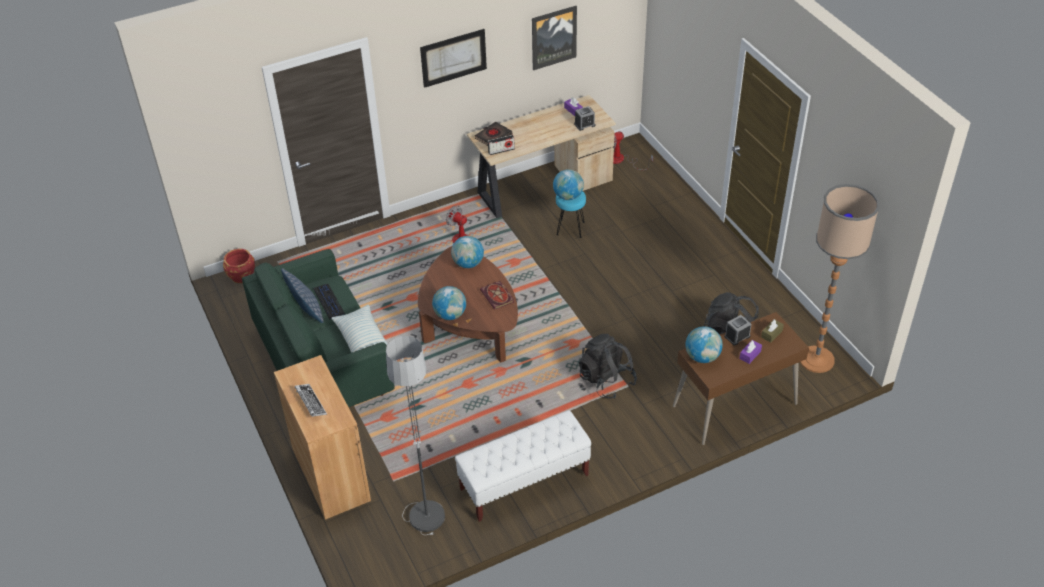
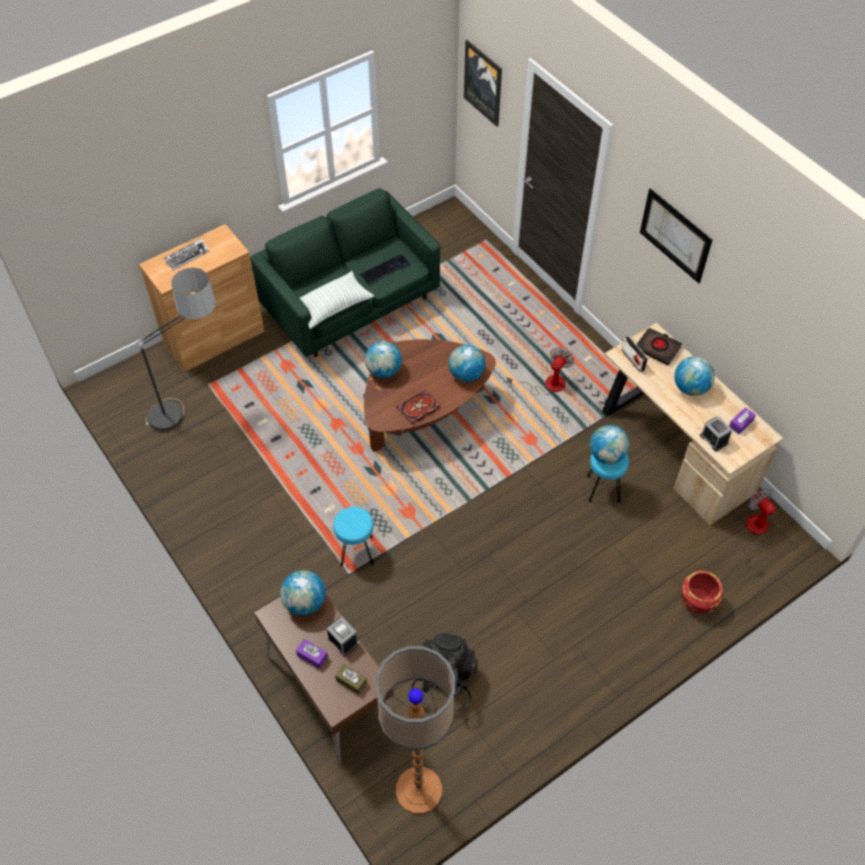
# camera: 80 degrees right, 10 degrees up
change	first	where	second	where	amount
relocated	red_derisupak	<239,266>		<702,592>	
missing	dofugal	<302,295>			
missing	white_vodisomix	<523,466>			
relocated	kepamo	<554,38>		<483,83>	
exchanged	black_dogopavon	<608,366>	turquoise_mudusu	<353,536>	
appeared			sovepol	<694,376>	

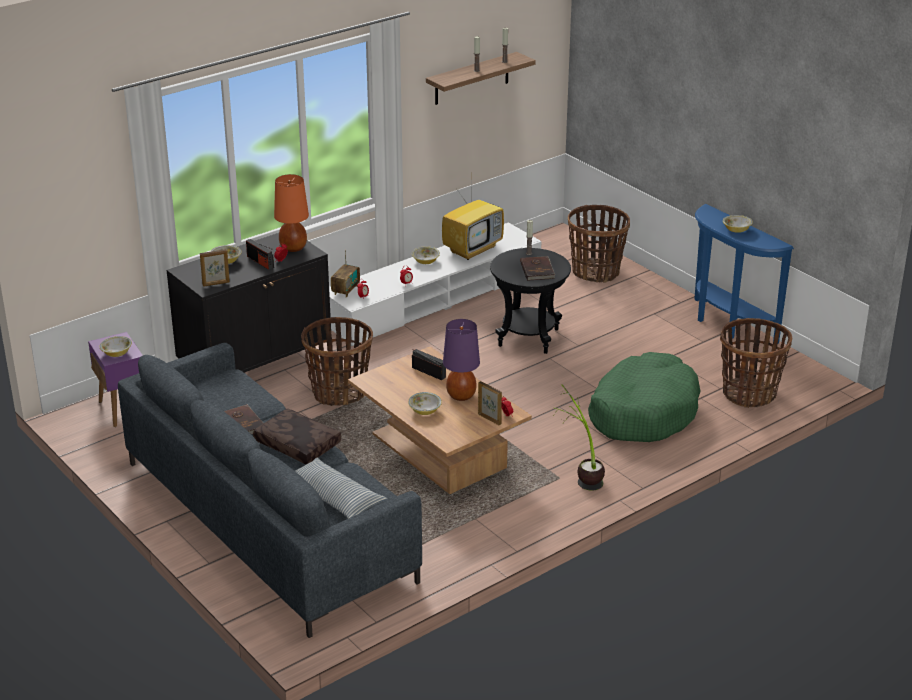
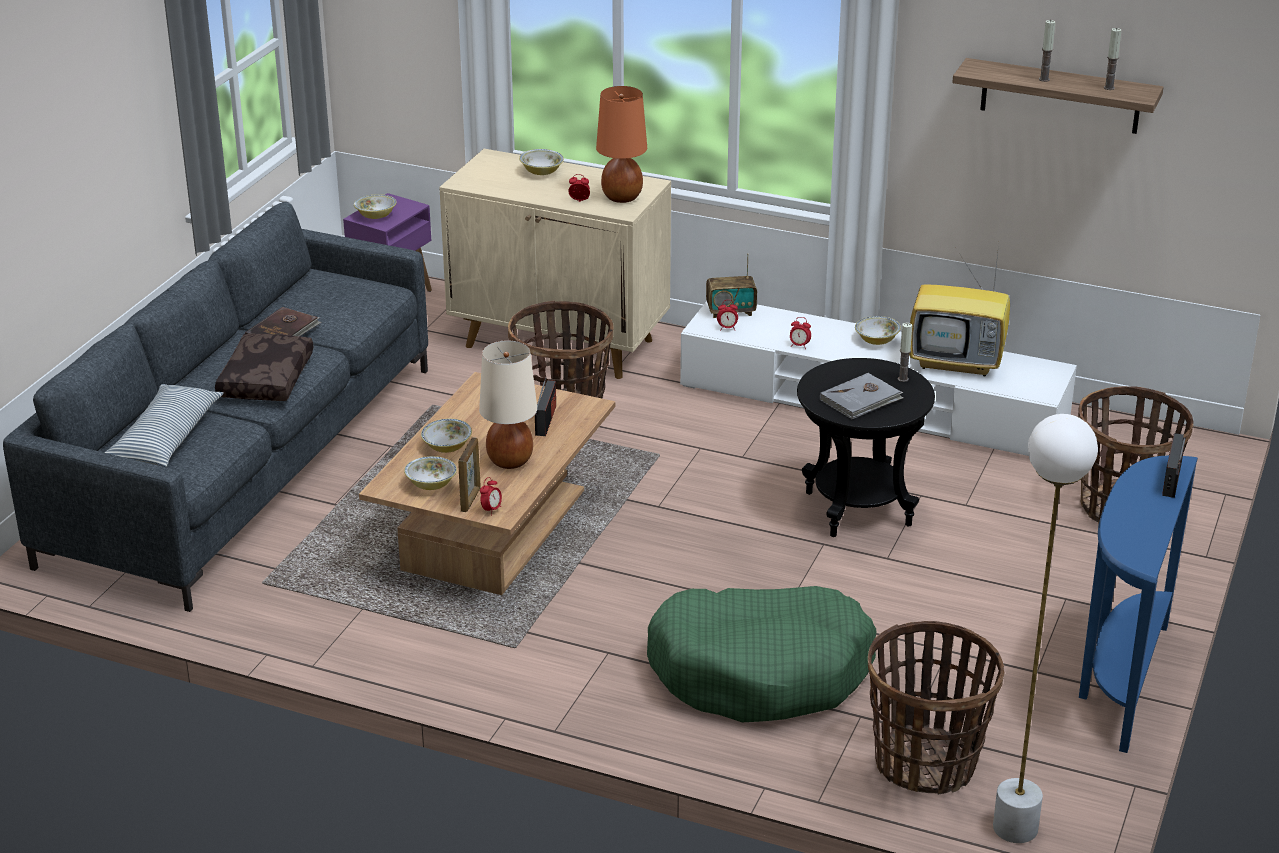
# camera: 60 degrees right, 0 degrees up
change	first	where	second	where	amount
colour	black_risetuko	<249,303>	beige_risetuko	<555,264>	
missing	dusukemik	<215,268>			
relocated	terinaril	<260,254>		<1174,465>	
colour	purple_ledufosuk	<461,360>	beige_ledufosuk	<508,405>	
colour	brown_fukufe	<537,268>	grey_fukufe	<862,396>	
missing	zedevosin	<579,437>			
relocated	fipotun	<738,224>		<430,473>	
appeared			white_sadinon	<1045,628>	

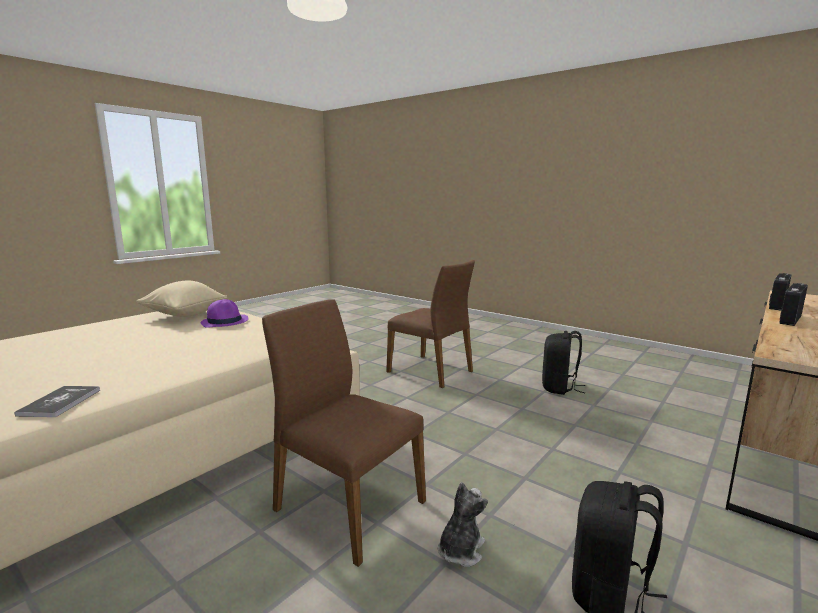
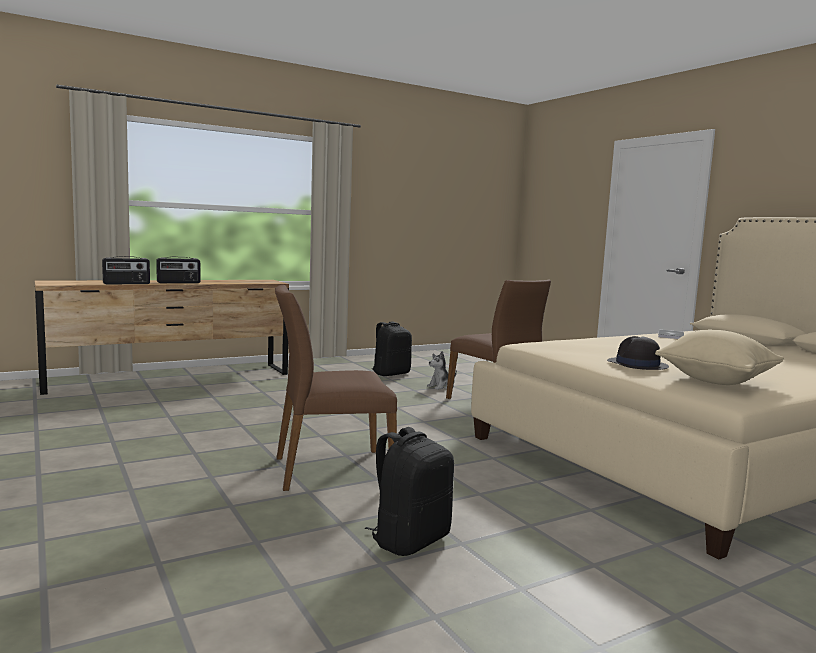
# camera: 160 degrees left, 5 degrees down
change	first	where	second	where	amount
colour	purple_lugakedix	<224,313>	black_lugakedix	<638,353>	
spun	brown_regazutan	<430,324>		<336,388>	75 degrees counterclockwise
relocated	black_dogopavon	<563,363>		<409,491>	

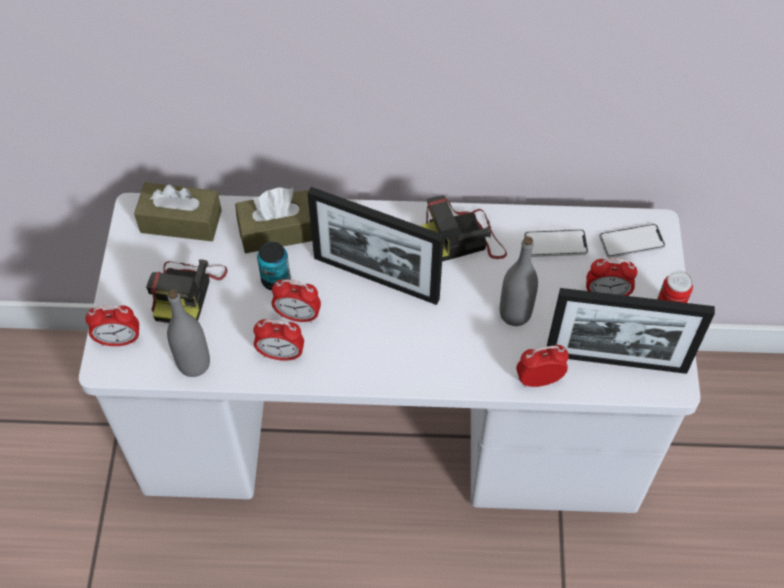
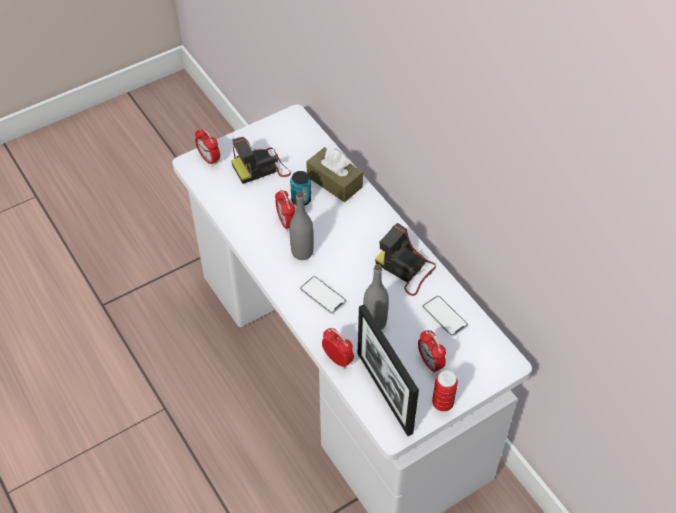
# camera: 55 degrees right, 5 degrees down
change	first	where	second	where	amount
missing	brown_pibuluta	<178,211>			
relocated	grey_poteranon	<188,333>		<301,225>	
missing	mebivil	<278,340>			
missing	dusukemik	<375,246>			
relocated	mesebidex	<632,241>		<323,295>	

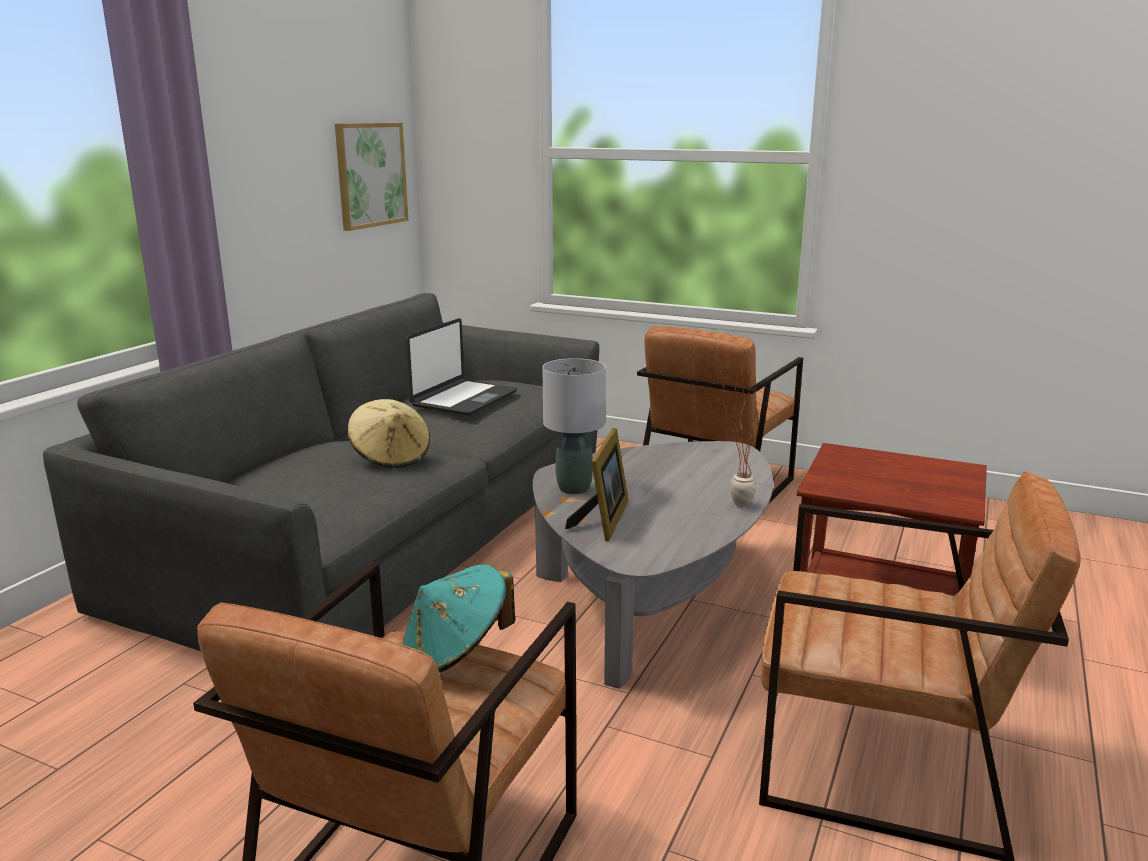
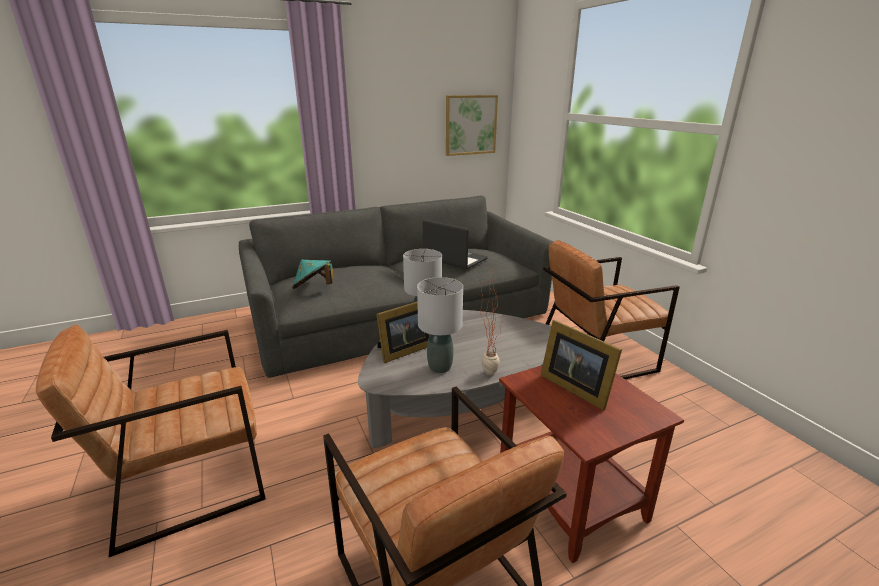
# camera: 40 degrees right, 5 degrees up
change	first	where	second	where	amount
missing	beige_lugakedix	<389,433>			
relocated	turquoise_lugakedix	<458,618>		<312,274>	
spun	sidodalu	<461,367>		<455,244>	120 degrees counterclockwise
appeared			grey_ledufosuk	<440,325>	
appeared			dusukemik	<581,365>	

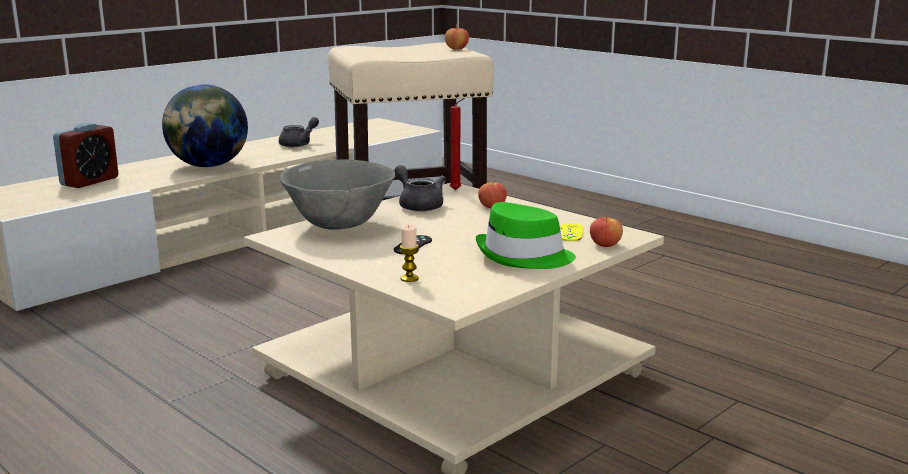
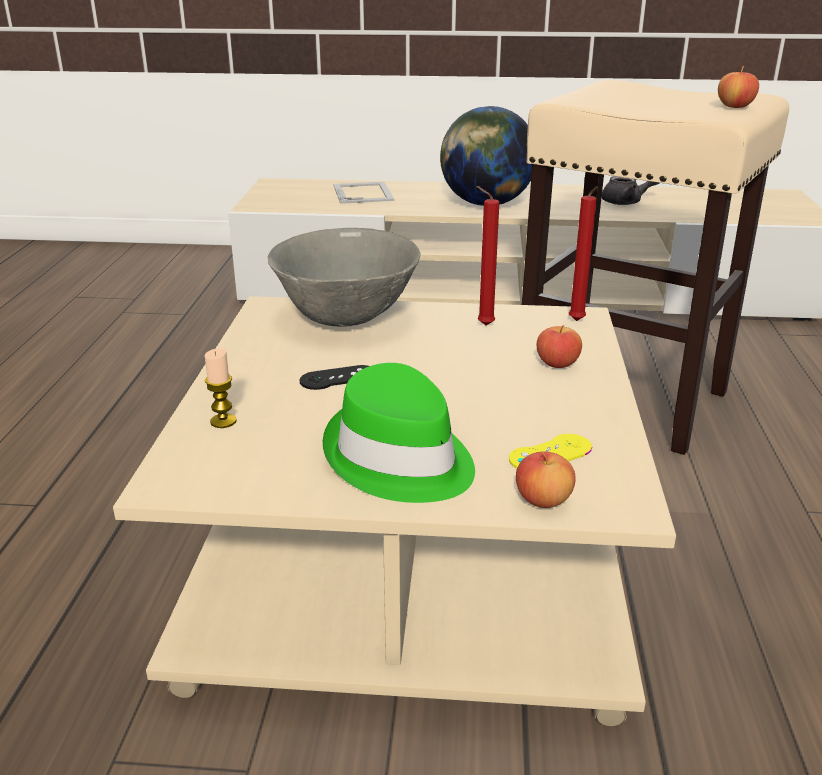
# camera: 50 degrees right, 10 degrees up
change	first	where	second	where	amount
exchanged	mebivil	<85,155>	dusukemik	<363,193>	
exchanged	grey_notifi	<419,188>	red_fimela	<487,256>	

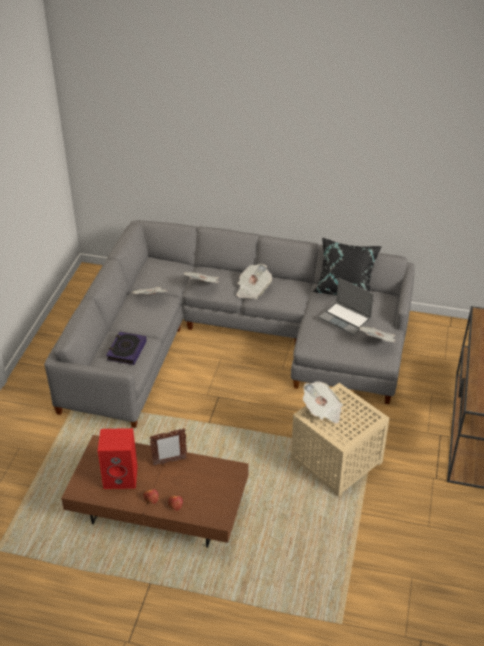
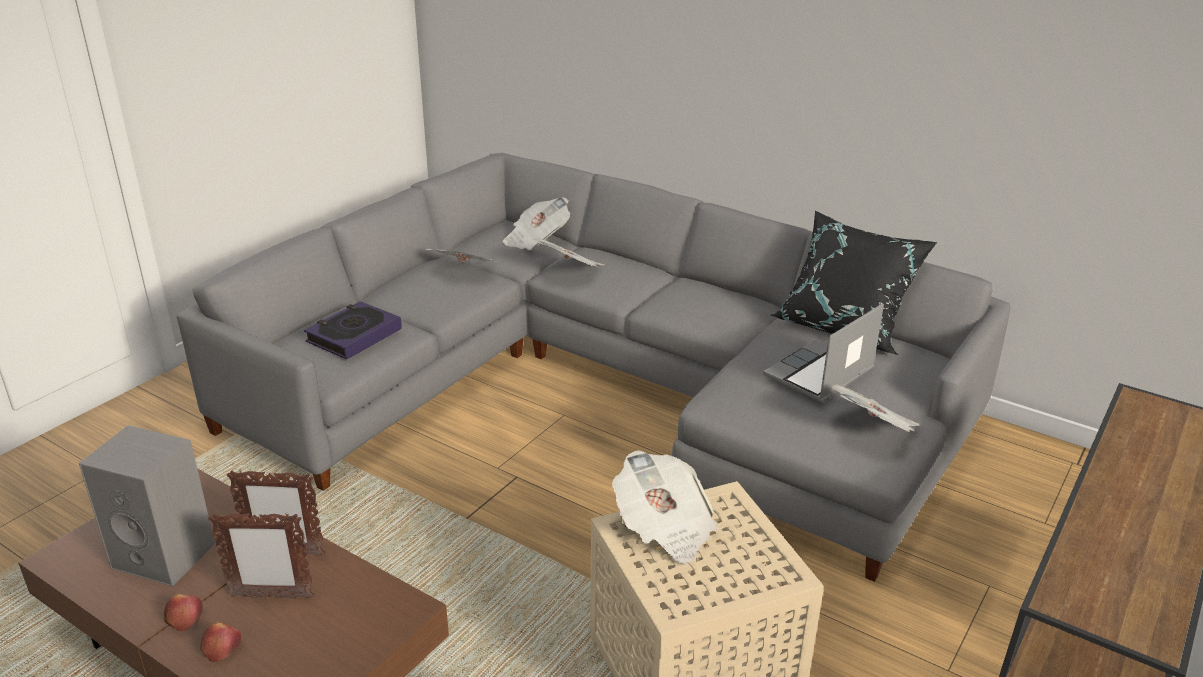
# camera: 20 degrees right, 10 degrees down
change	first	where	second	where	amount
colour	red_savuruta	<118,458>	grey_savuruta	<147,505>	
relocated	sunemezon	<254,281>		<536,223>	
spun	sidodalu	<346,306>		<823,352>	75 degrees clockwise
appeared			dusukemik	<261,555>	

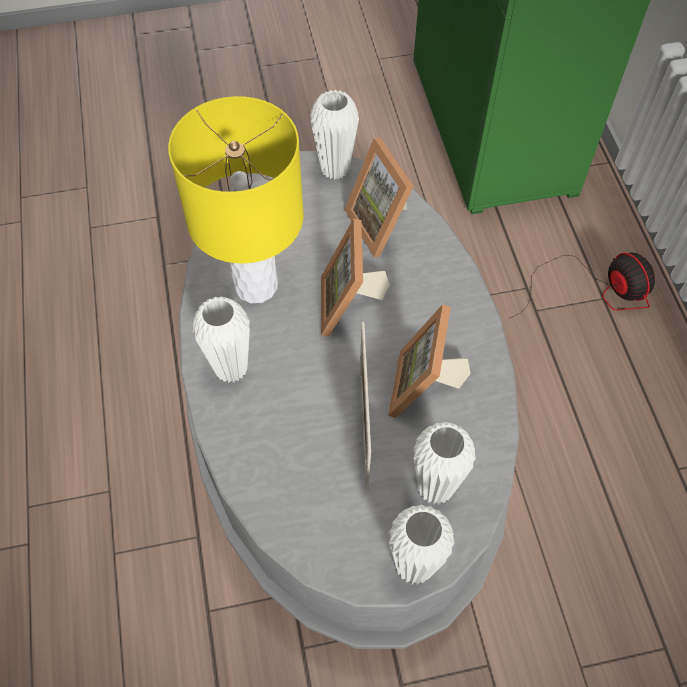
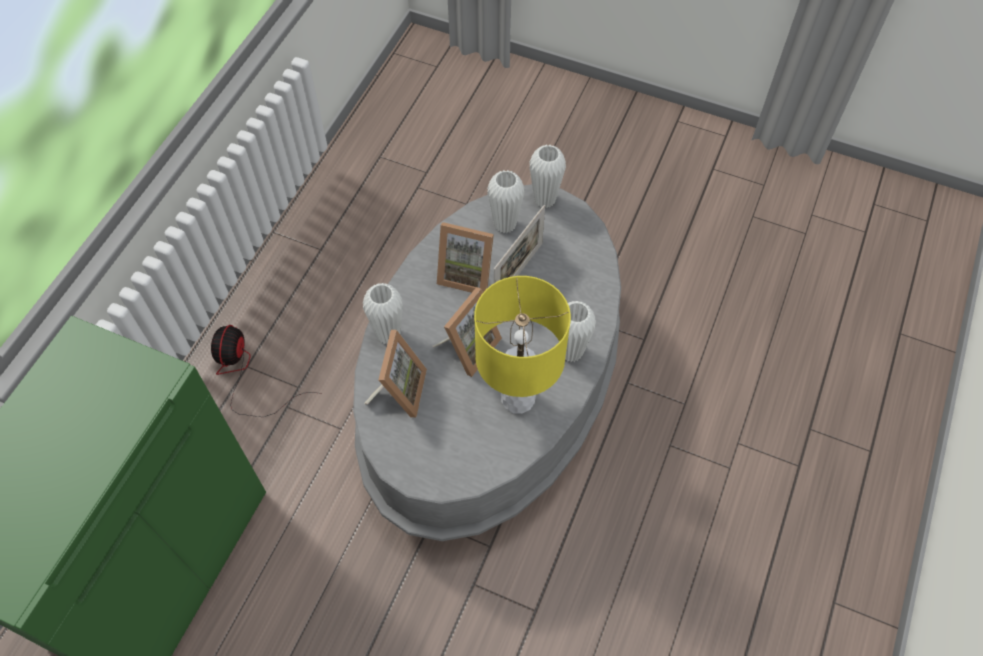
# camera: 145 degrees left, 0 degrees up
change	first	where	second	where	amount
relocated	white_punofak	<334,134>		<383,313>	
spun	dusukemik	<429,361>		<465,257>	60 degrees clockwise

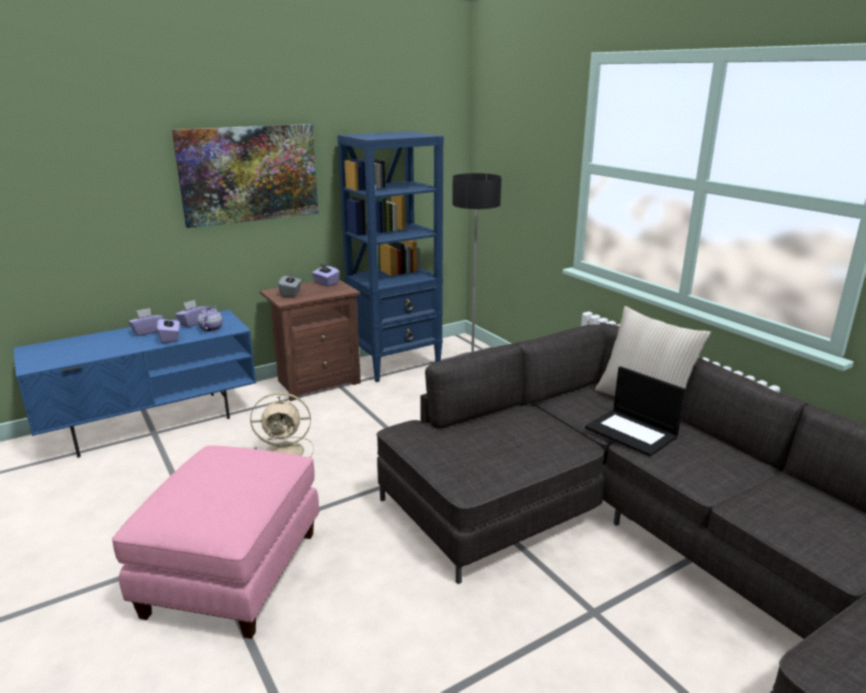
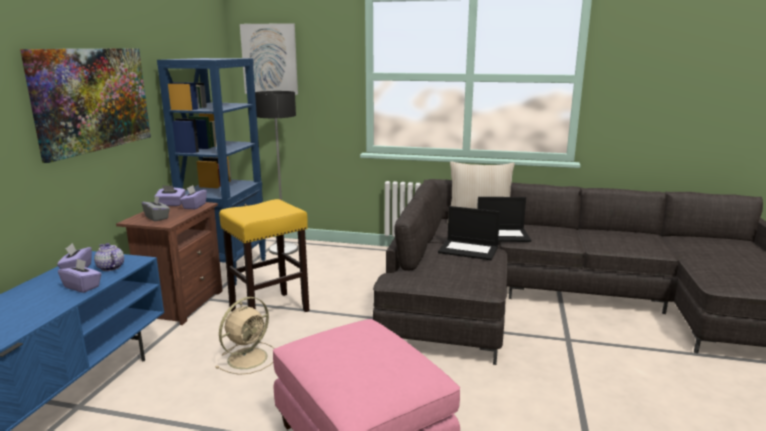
# camera: 45 degrees left, 5 degrees down
change	first	where	second	where	amount
relocated	purple_pibuluta	<146,322>		<193,197>	
appeared			yellow_mudusu	<264,255>	
appeared			kepamo	<269,59>	
appeared			sidodalu	<469,233>	

